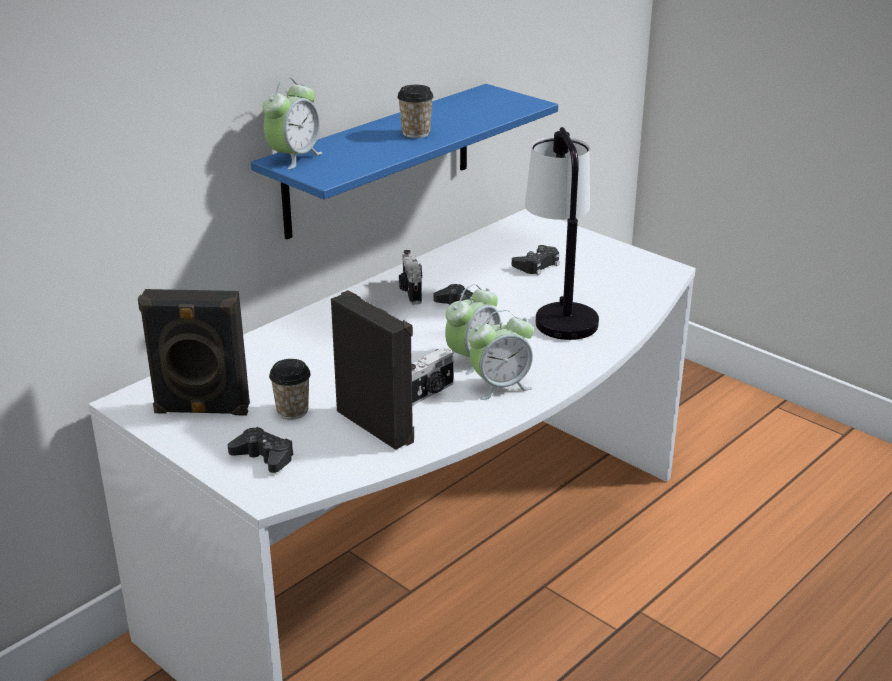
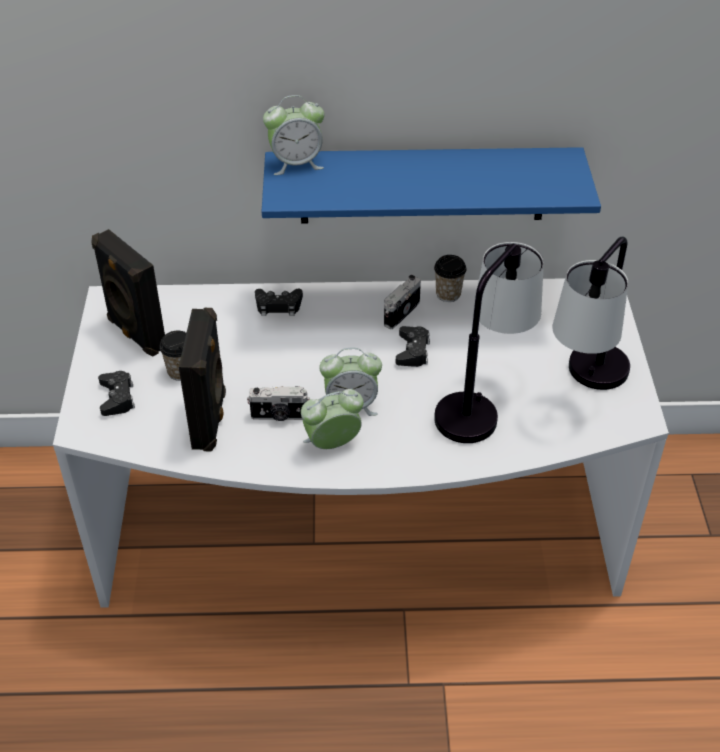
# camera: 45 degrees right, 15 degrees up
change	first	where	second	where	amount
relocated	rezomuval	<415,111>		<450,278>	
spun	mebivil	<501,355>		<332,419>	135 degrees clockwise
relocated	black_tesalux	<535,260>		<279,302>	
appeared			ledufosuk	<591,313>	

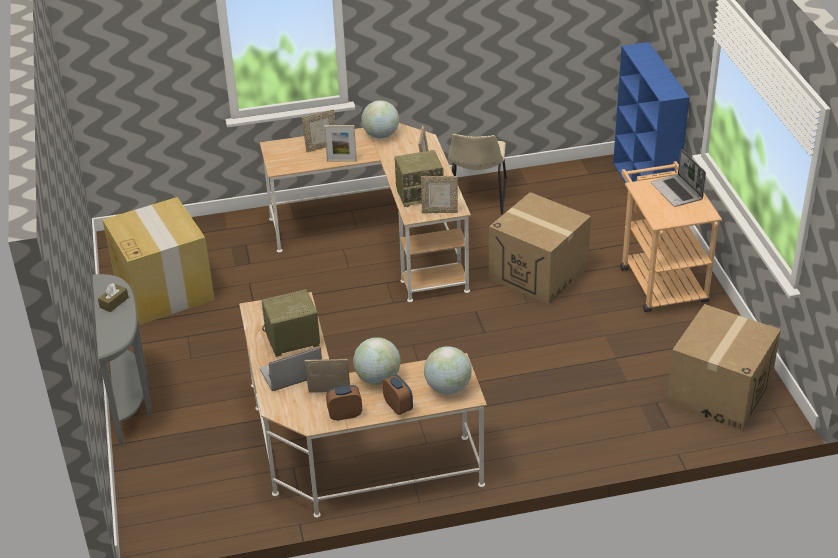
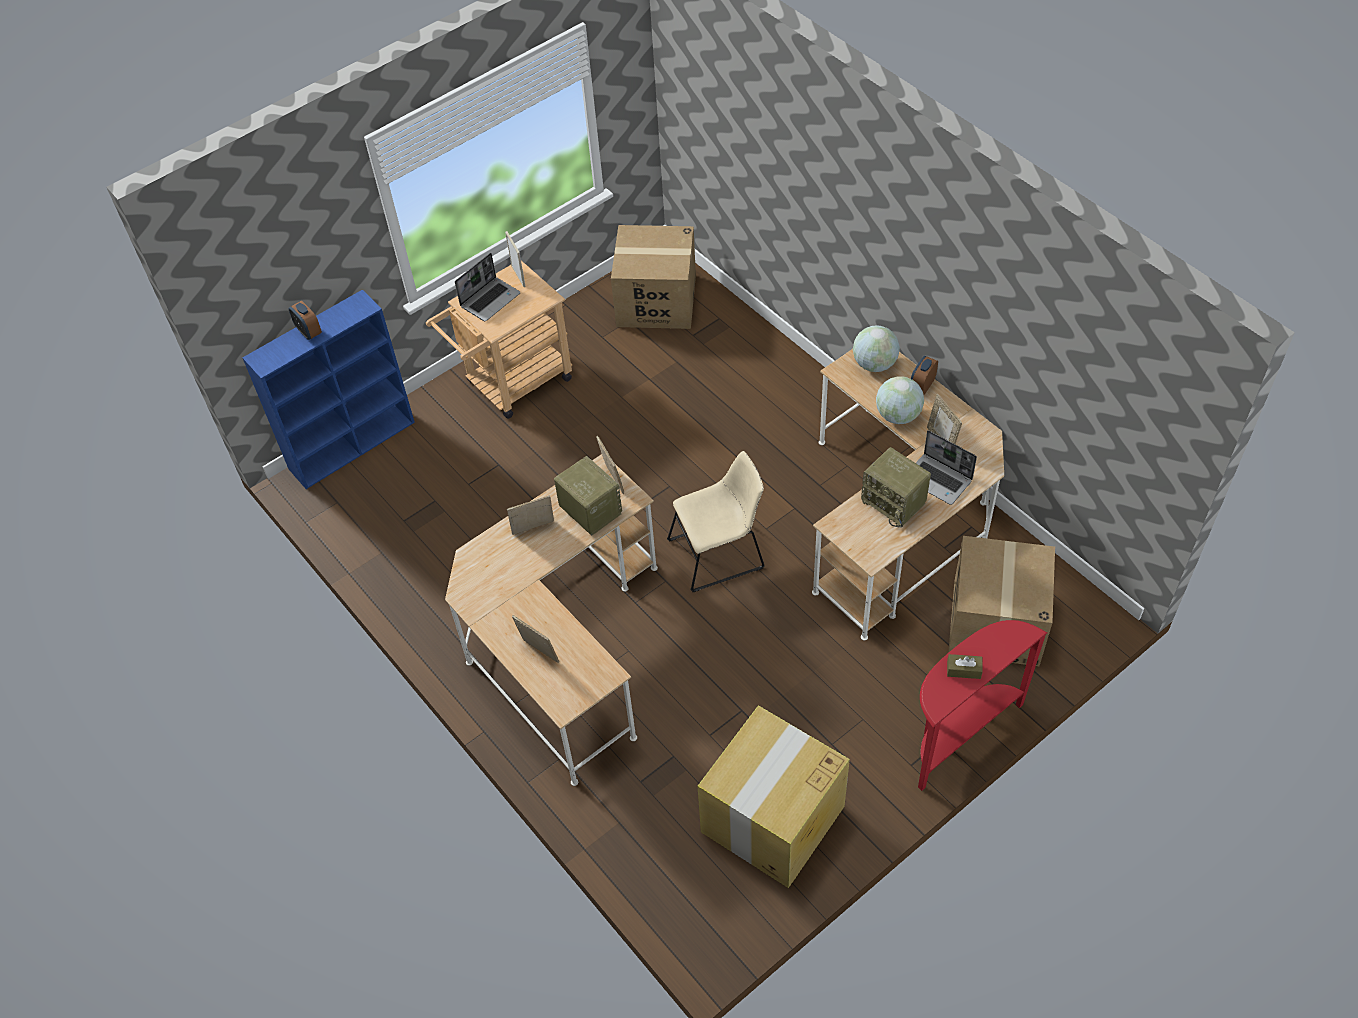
# camera: 115 degrees left, 15 degrees up
change	first	where	second	where	amount
colour	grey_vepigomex	<122,360>	red_vepigomex	<982,705>	
relocated	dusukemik	<340,143>		<515,259>	
relocated	mebivil	<344,403>		<305,320>	
missing	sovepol	<380,119>			
relocated	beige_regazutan	<477,174>		<716,521>	
relocated	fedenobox	<540,248>		<1001,601>	

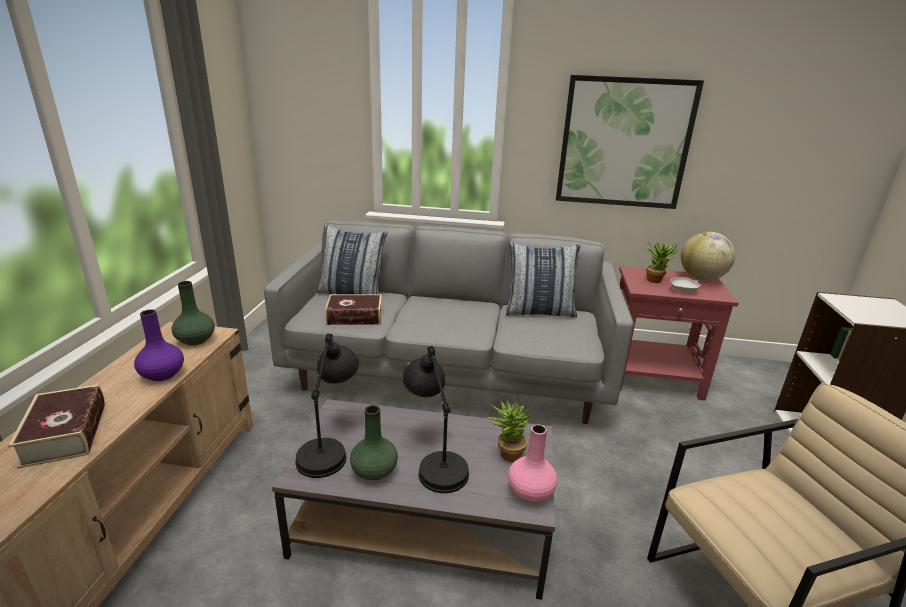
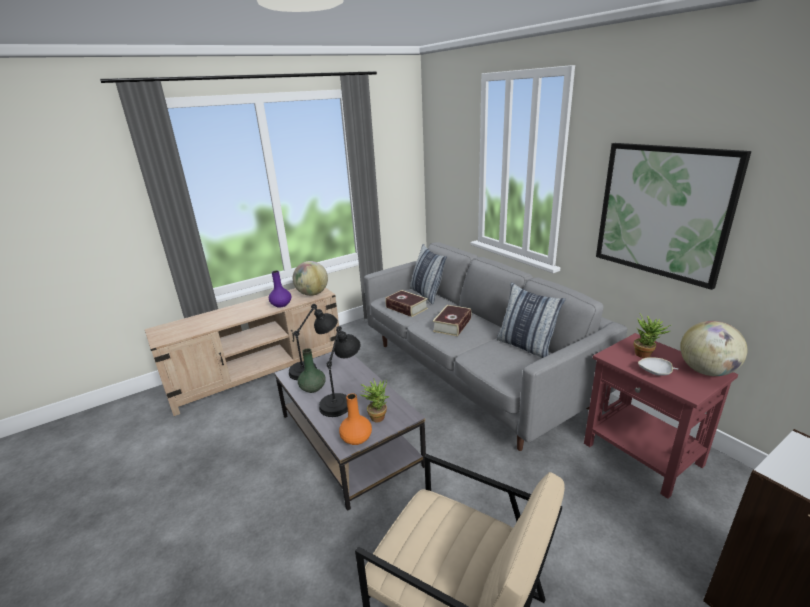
# camera: 50 degrees right, 0 degrees up
change	first	where	second	where	amount
relocated	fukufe	<56,426>		<452,320>	
exchanged	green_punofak	<193,313>	sovepol	<310,278>	
colour	pink_punofak	<532,463>	orange_punofak	<355,419>	

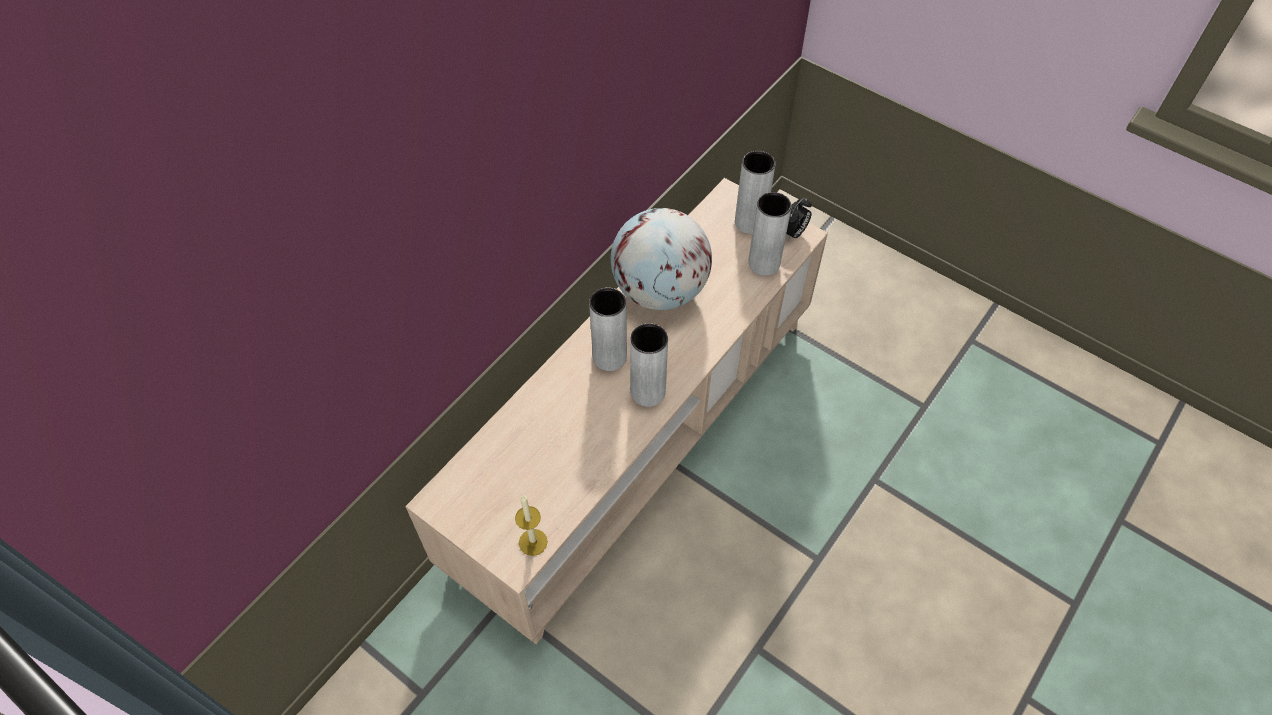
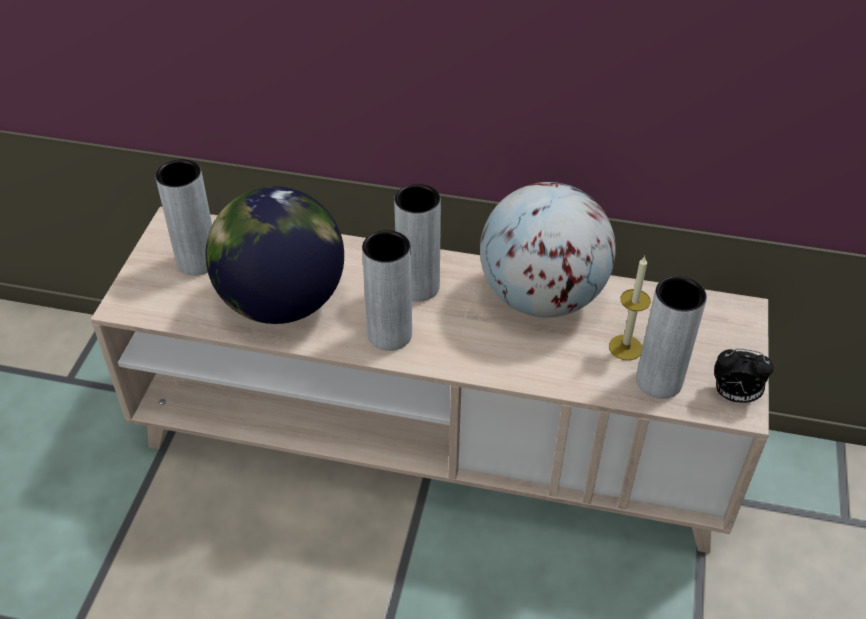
# camera: 65 degrees right, 10 degrees down
change	first	where	second	where	amount
relocated	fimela	<531,525>		<630,308>	
relocated	grey_punofak	<755,192>		<183,217>	
appeared			sovepol	<274,255>	

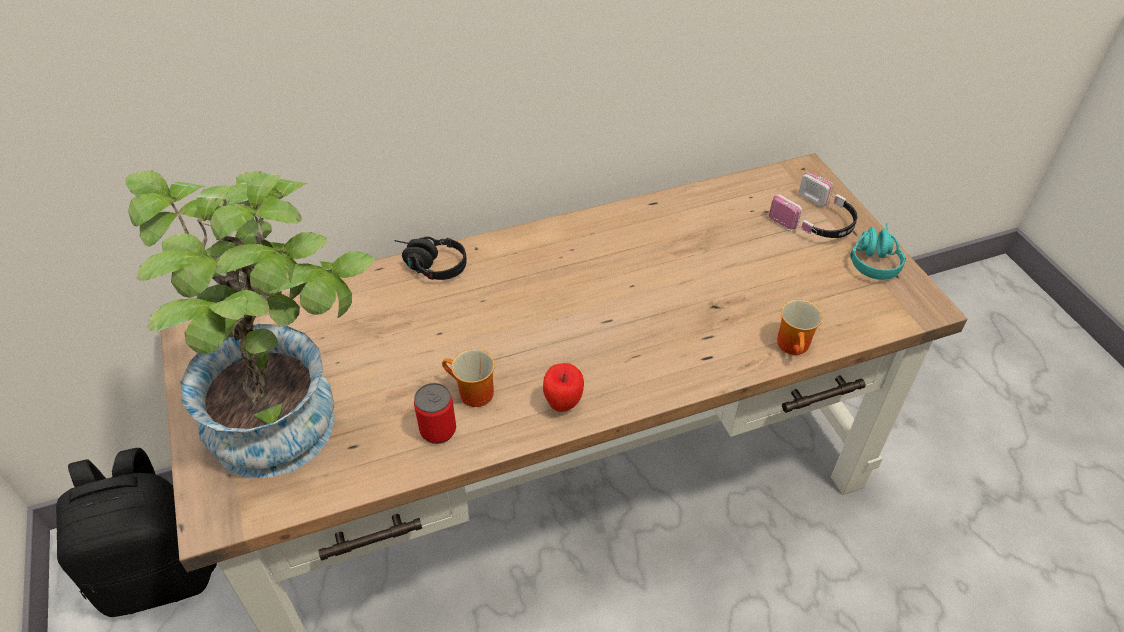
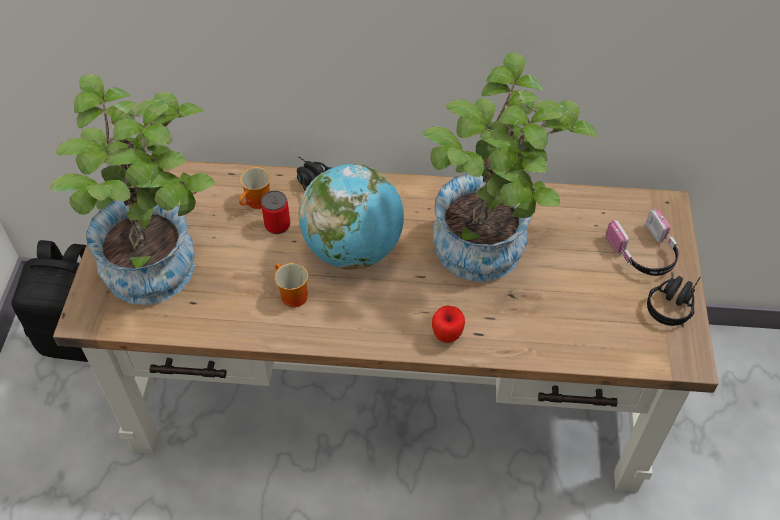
# camera: 25 degrees right, 5 degrees up
change	first	where	second	where	amount
relocated	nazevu	<435,413>		<275,212>	
relocated	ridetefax	<563,387>		<448,324>	
relocated	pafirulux	<800,327>		<255,188>	
colour	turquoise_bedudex	<878,251>	black_bedudex	<674,301>	
appeared			sovepol	<351,216>	
appeared			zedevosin	<510,166>	

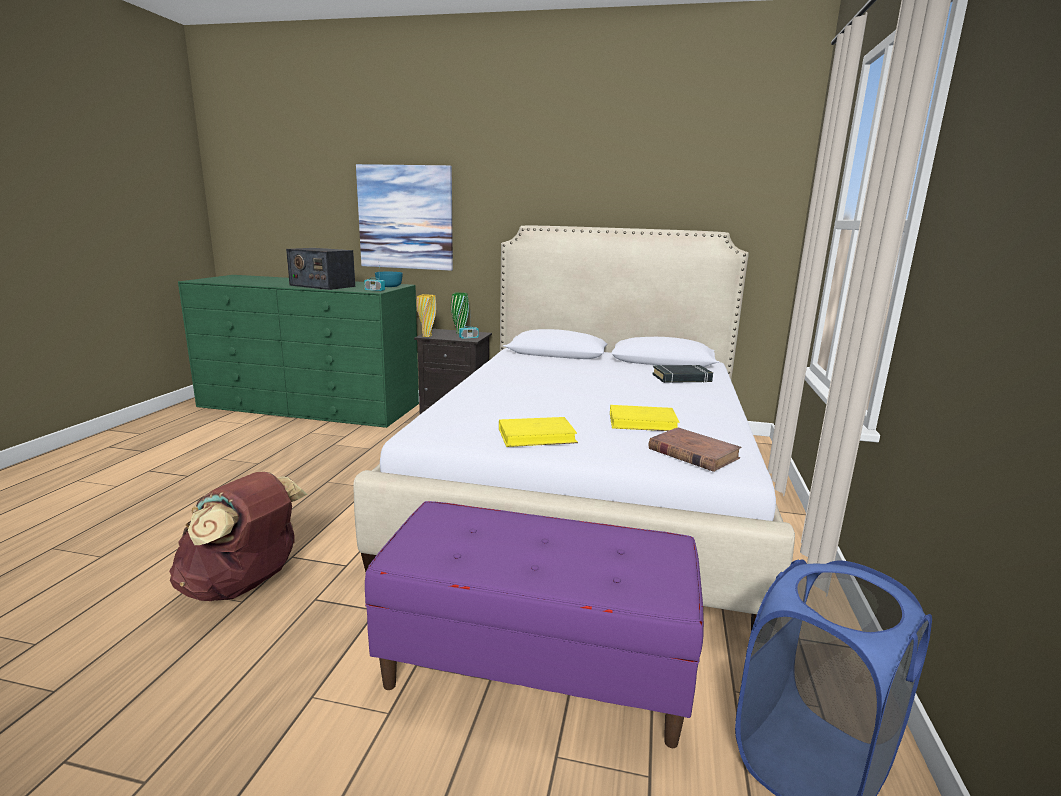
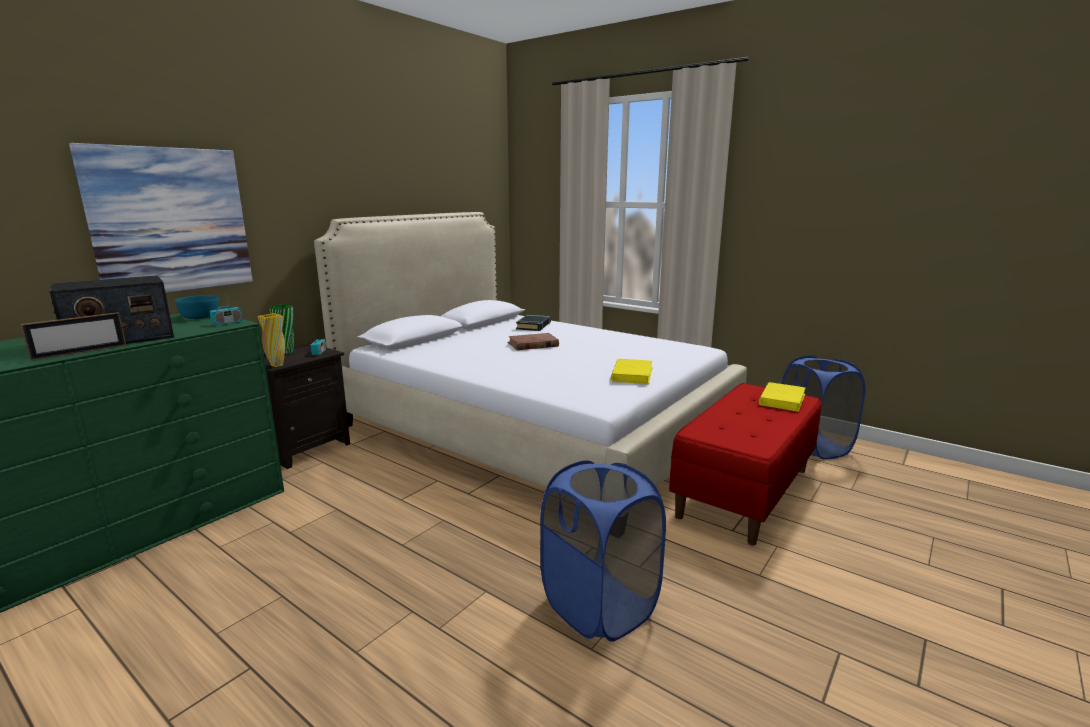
# camera: 65 degrees left, 0 degrees up
change	first	where	second	where	amount
exchanged	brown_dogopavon	<238,536>	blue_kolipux	<603,551>	
colour	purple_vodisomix	<534,624>	red_vodisomix	<745,464>	
relocated	yellow_fukufe	<644,418>		<782,397>	
relocated	brown_fukufe	<695,450>		<533,341>	
appeared			dusukemik	<73,336>	

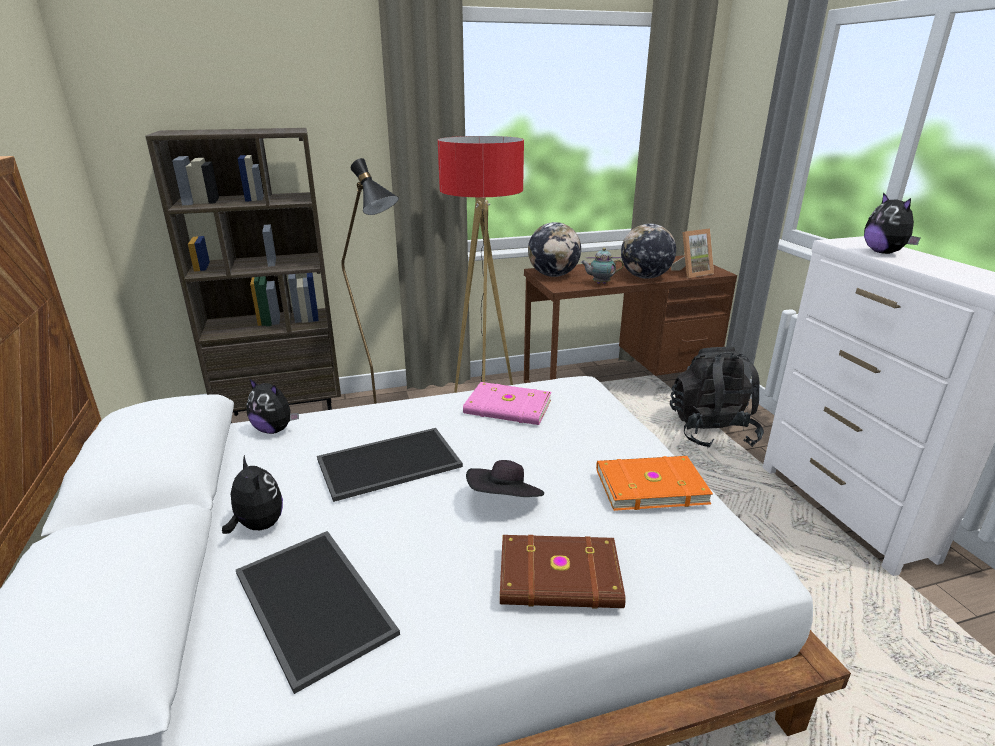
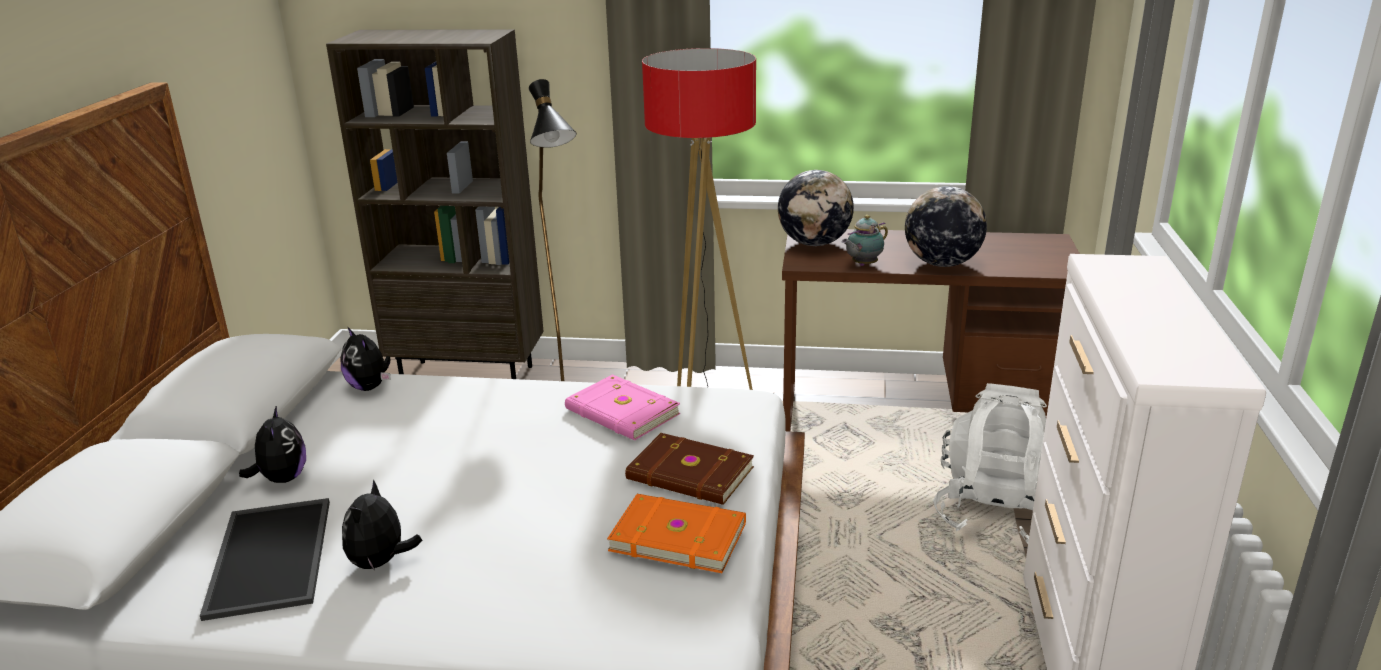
# camera: 25 degrees right, 0 degrees up
change	first	where	second	where	amount
missing	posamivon	<390,465>			
missing	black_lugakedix	<505,478>			
relocated	brown_fukufe	<563,572>		<689,469>	
spun	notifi	<602,266>		<865,240>	60 degrees counterclockwise
colour	black_dogopavon	<717,397>	white_dogopavon	<990,463>	
missing	dusukemik	<692,253>			
relocated	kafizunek	<892,223>		<382,524>	

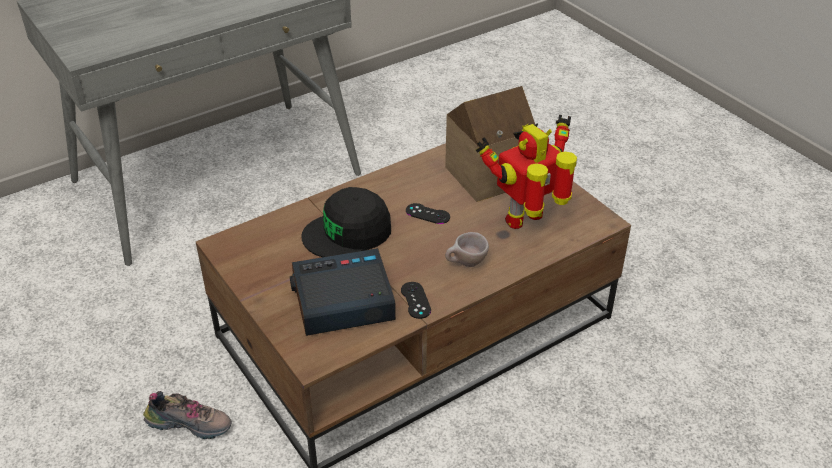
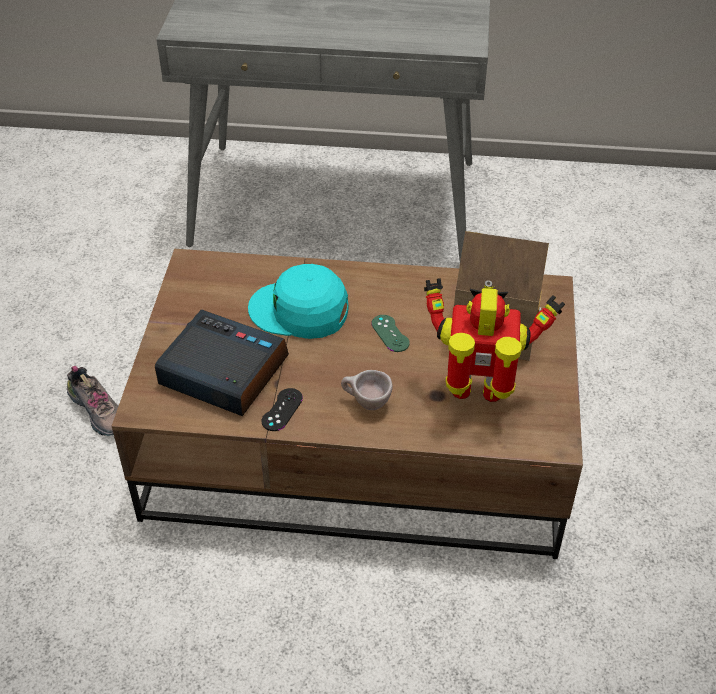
# camera: 40 degrees right, 5 degrees up
change	first	where	second	where	amount
colour	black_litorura	<346,222>	turquoise_litorura	<298,301>	
colour	black_tesalux	<428,213>	green_tesalux	<391,333>	

